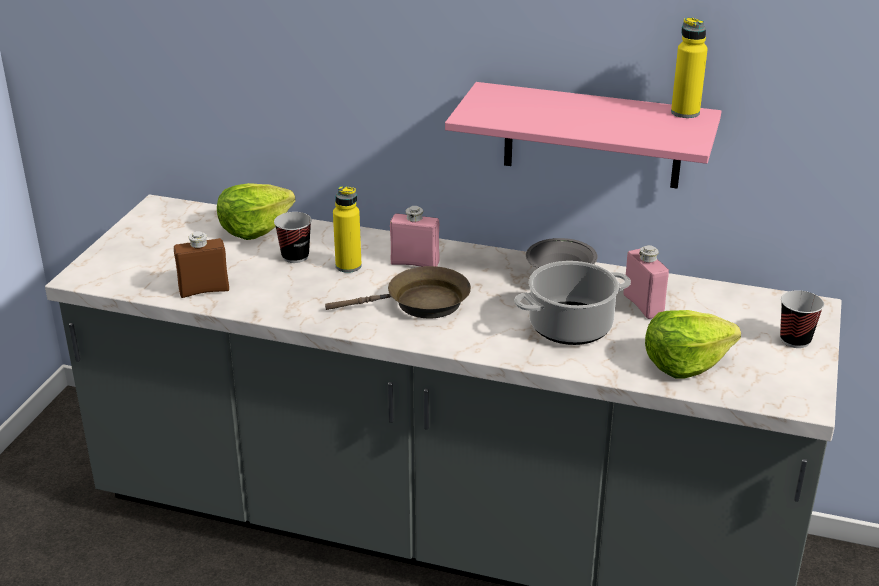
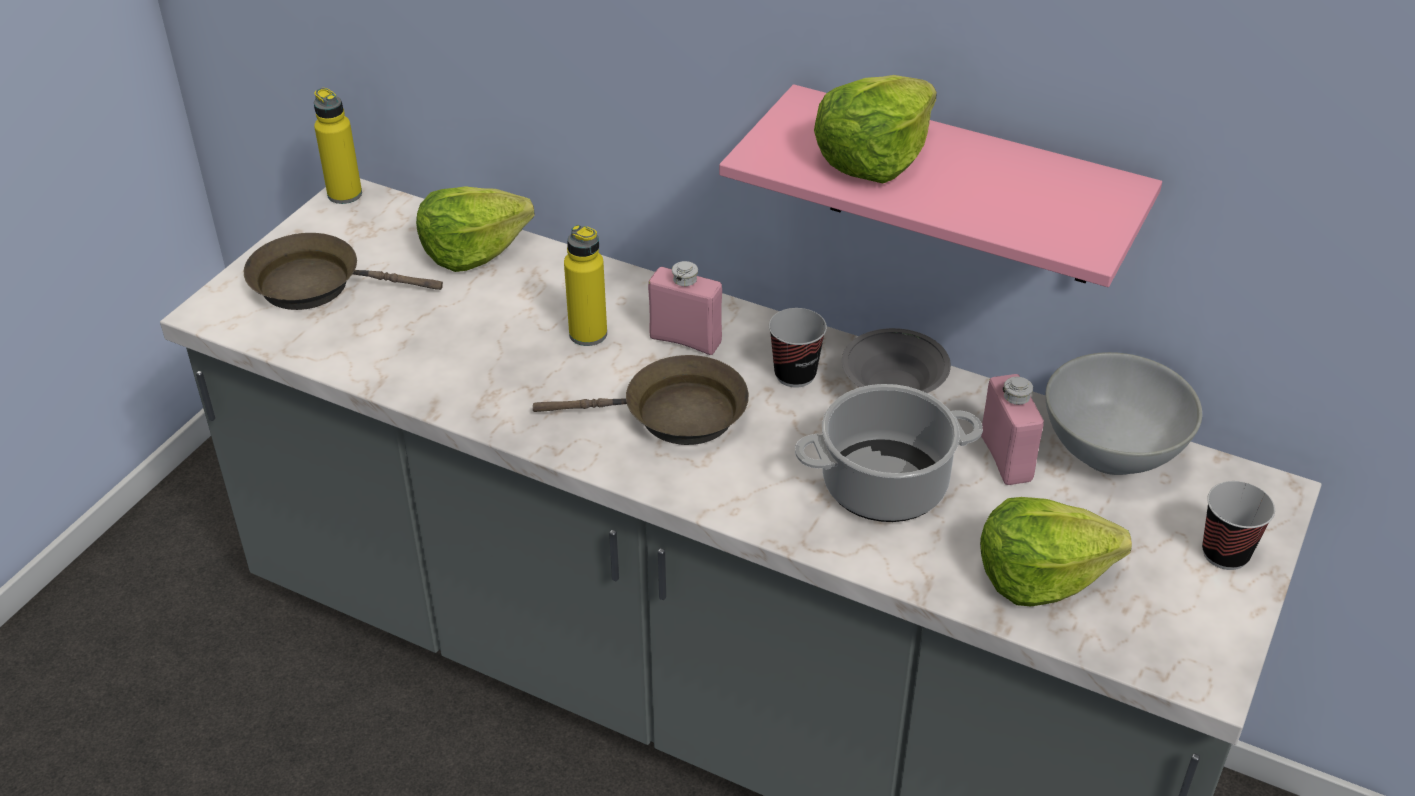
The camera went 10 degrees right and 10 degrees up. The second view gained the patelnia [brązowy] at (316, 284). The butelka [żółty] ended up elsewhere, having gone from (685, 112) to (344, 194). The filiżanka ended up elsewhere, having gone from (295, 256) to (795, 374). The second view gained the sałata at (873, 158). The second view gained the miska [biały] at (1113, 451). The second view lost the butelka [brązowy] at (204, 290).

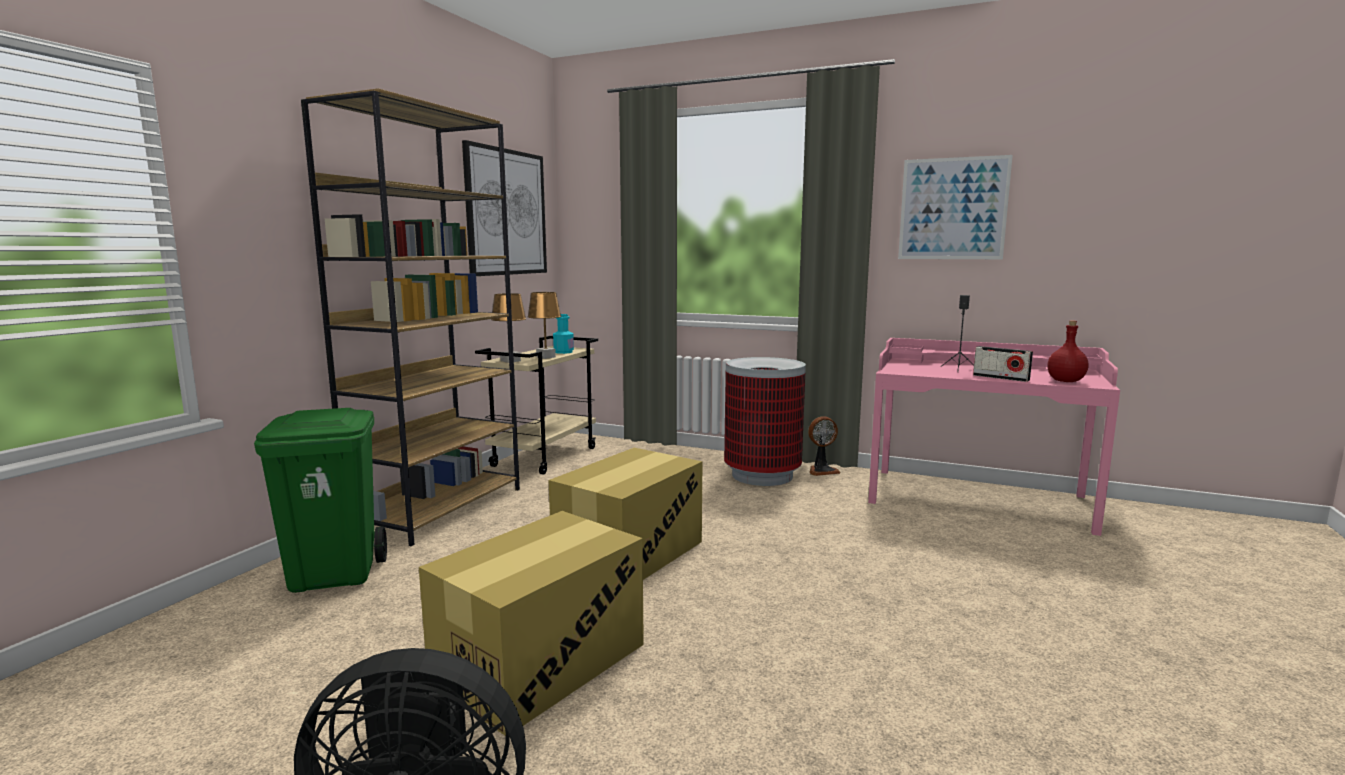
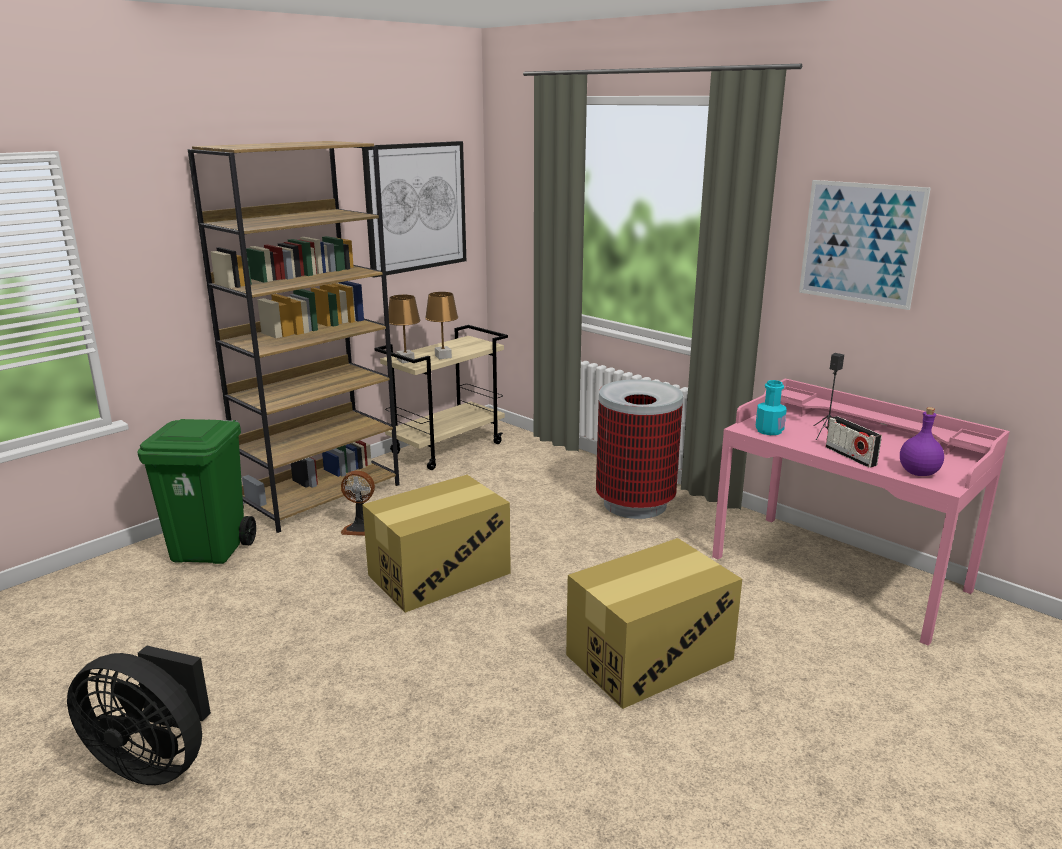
The camera went 20 degrees right and 10 degrees up. The wentylator ended up elsewhere, having gone from (821, 470) to (360, 528). The karton ended up elsewhere, having gone from (541, 662) to (650, 657). The butelka [turkusowy] ended up elsewhere, having gone from (563, 352) to (769, 430). What was the butelka [czerwony] at (1066, 381) turned into the butelka [fioletowy] at (918, 473).

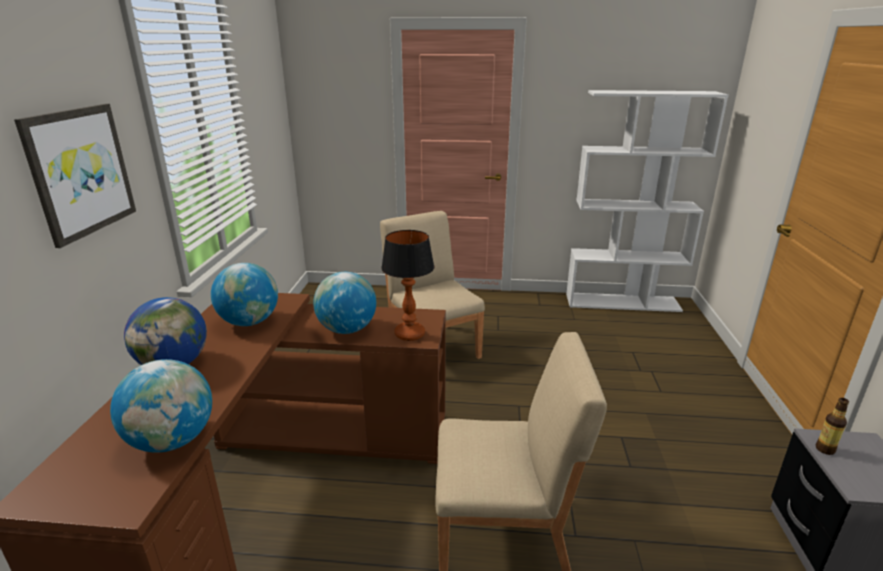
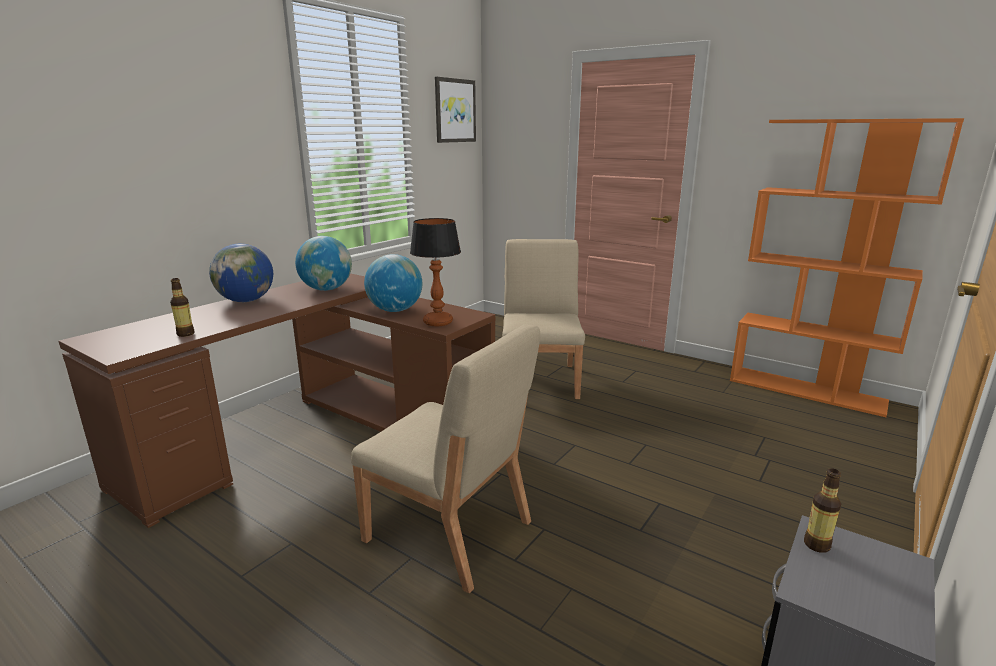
The camera went 30 degrees right and 5 degrees down. Where the globus stood at (173, 440), the butelka came to stand at (185, 334). The obraz ended up elsewhere, having gone from (80, 171) to (454, 110). What was the regał [biały] at (622, 302) turned into the regał [pomarańczowy] at (806, 390).

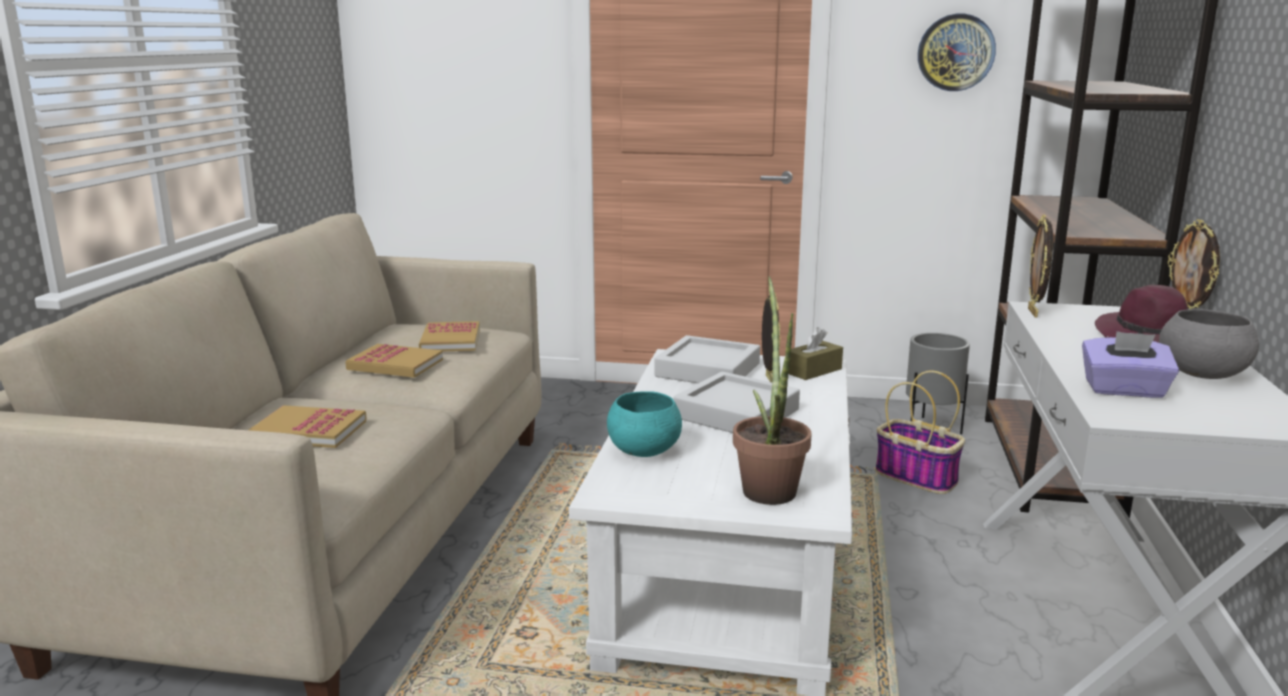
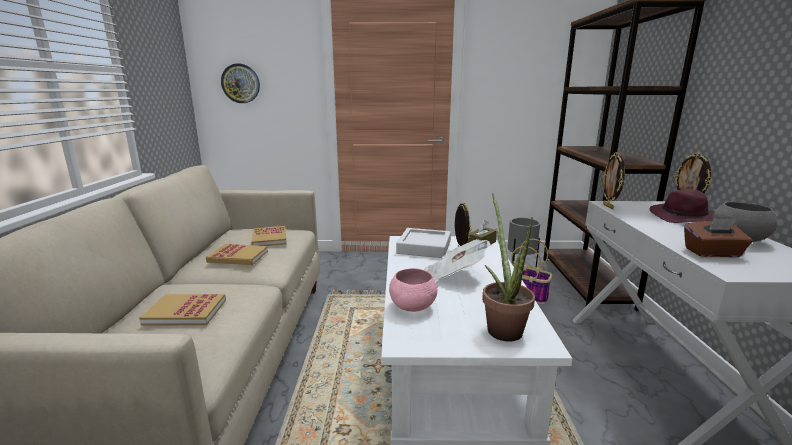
The camera went 10 degrees left and 0 degrees up. The zegar ścienny ended up elsewhere, having gone from (956, 52) to (240, 83). What was the miska [turkusowy] at (643, 451) turned into the miska [różowy] at (412, 307). Where the taca [szary] stood at (736, 413), the gazeta came to stand at (454, 275). What was the pudełko chusteczek [fioletowy] at (1124, 390) turned into the pudełko chusteczek [brązowy] at (712, 253).

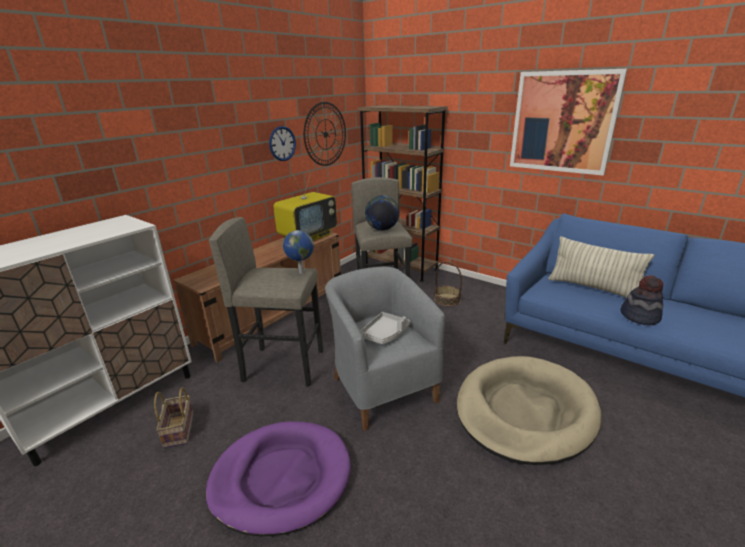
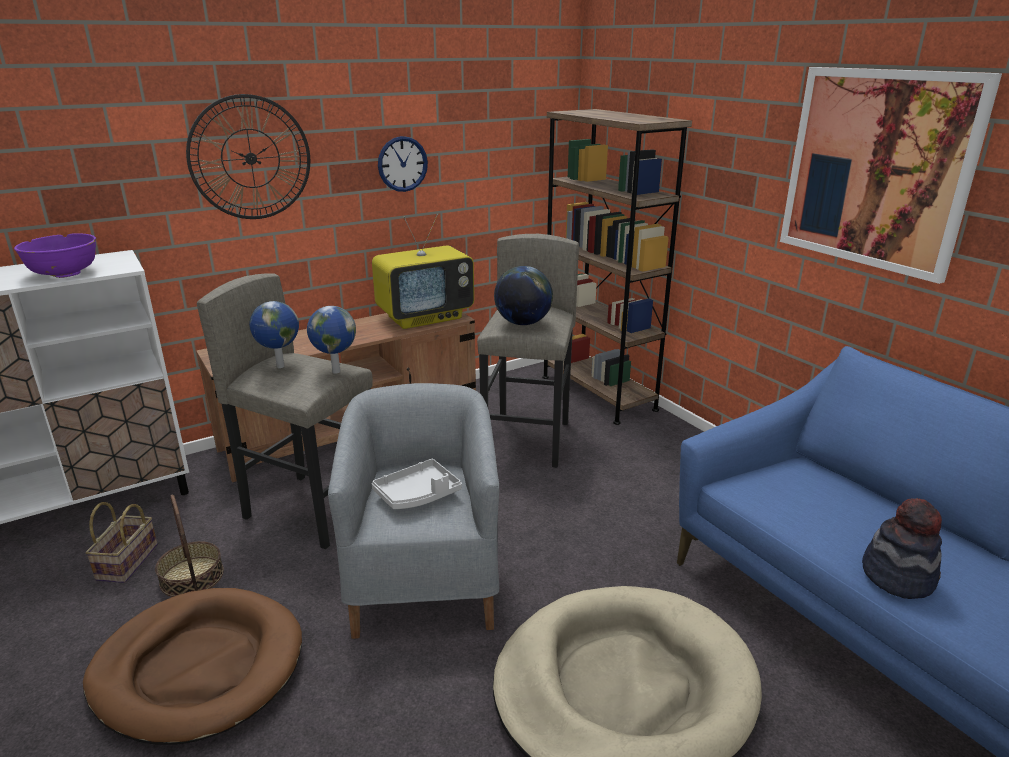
The camera went 20 degrees right and 0 degrees up. The second view gained the miska [fioletowy] at (64, 273). What was the legowisko [fioletowy] at (281, 478) turned into the legowisko [brązowy] at (199, 668). The koszyk ended up elsewhere, having gone from (447, 299) to (192, 577). The zegar ścienny ended up elsewhere, having gone from (325, 134) to (250, 158). The second view gained the globus at (279, 366). The second view lost the poduszka at (593, 288).

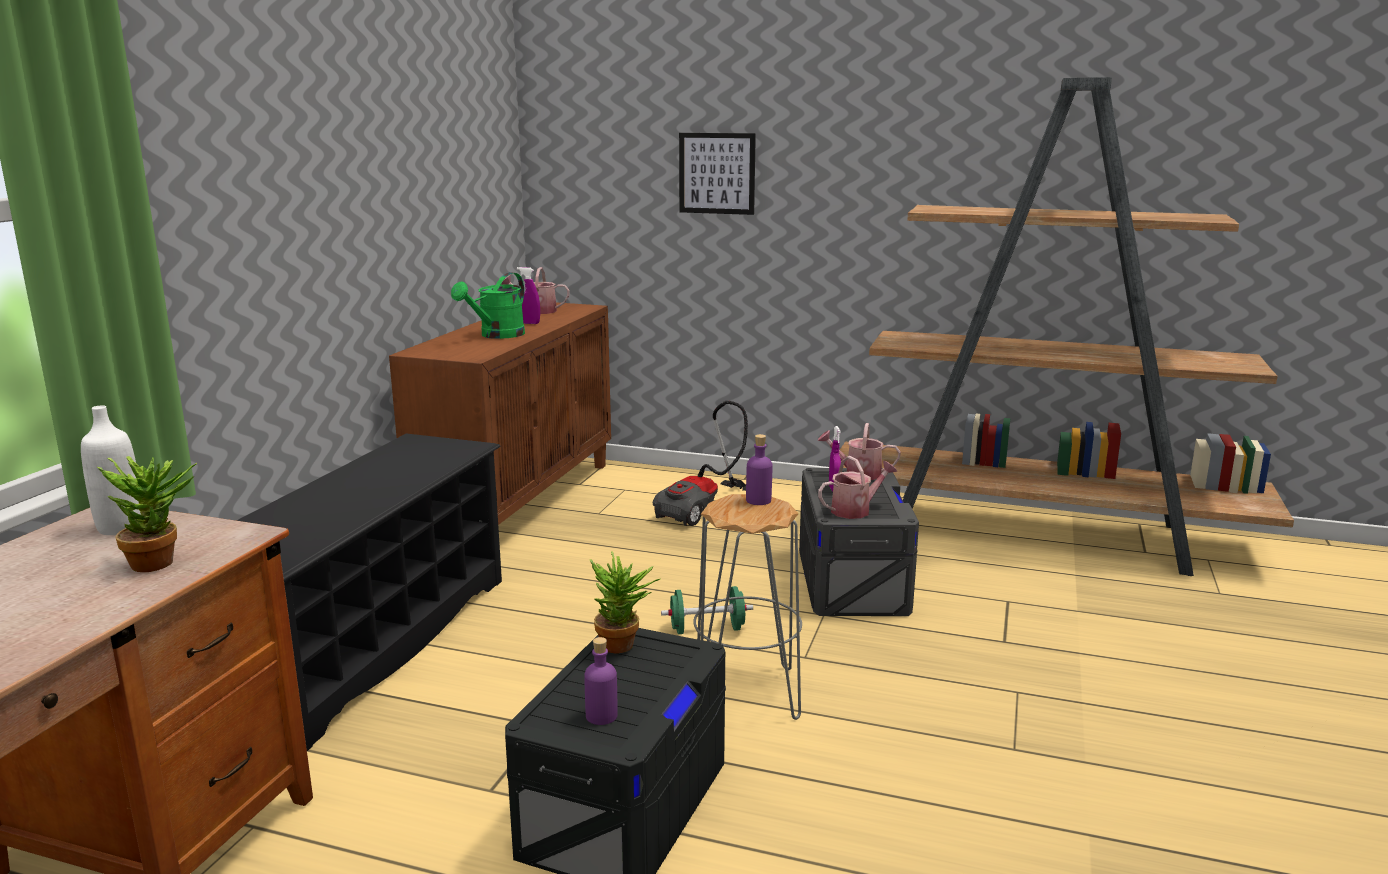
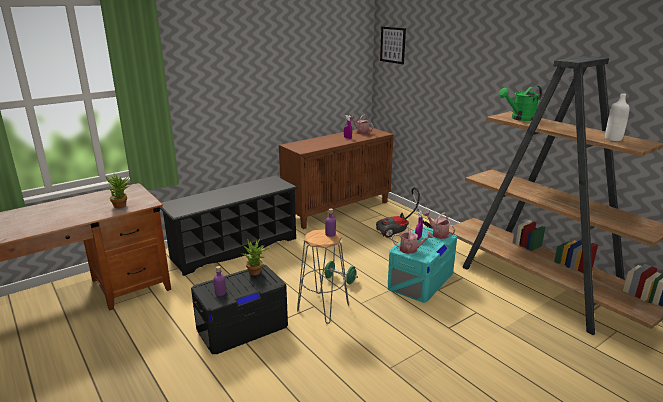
The camera went 35 degrees right and 5 degrees up. The obraz ended up elsewhere, having gone from (717, 173) to (393, 45). What was the pojemnik do przechowywania [szary] at (852, 580) turned into the pojemnik do przechowywania [turkusowy] at (421, 280). The konewka [zielony] ended up elsewhere, having gone from (497, 335) to (520, 118). The butelka [biały] ended up elsewhere, having gone from (121, 527) to (613, 139).

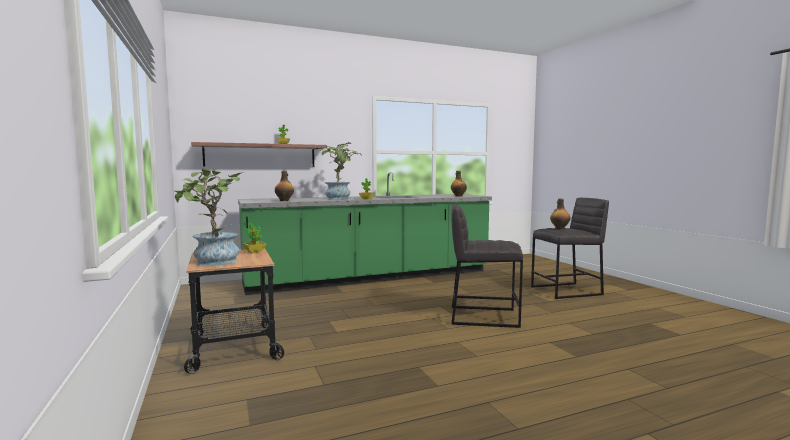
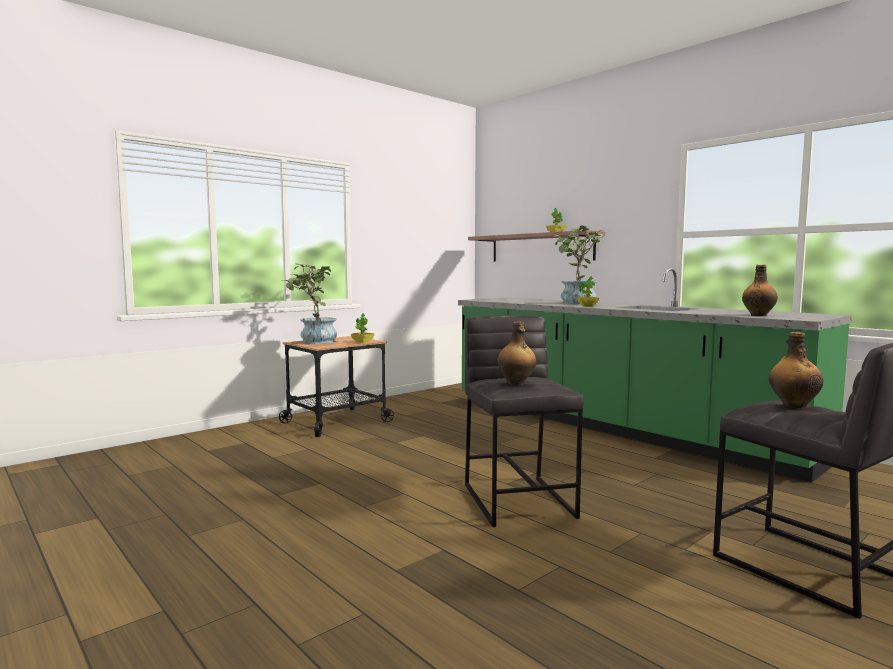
The camera went 70 degrees right and 0 degrees up. The butelka ended up elsewhere, having gone from (284, 200) to (516, 383).

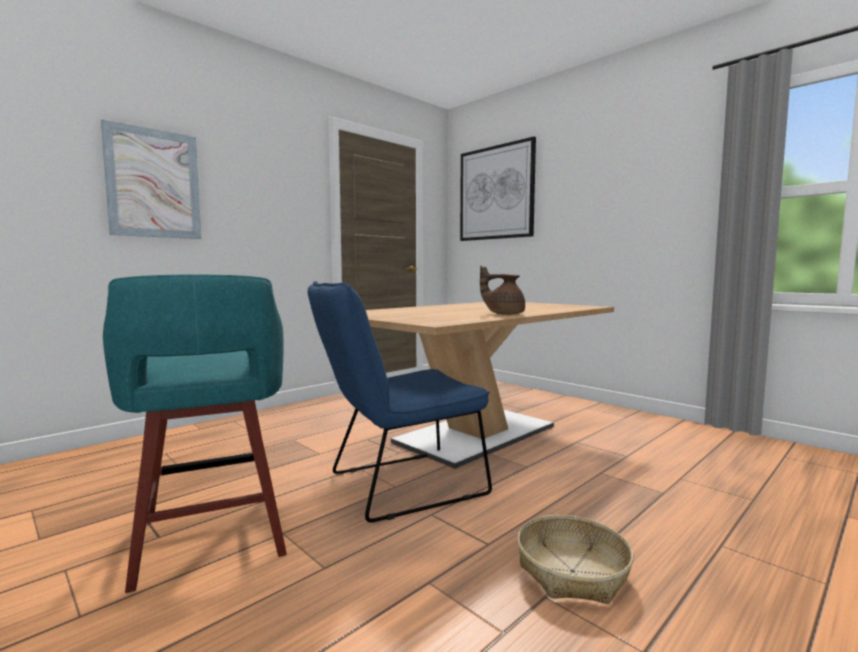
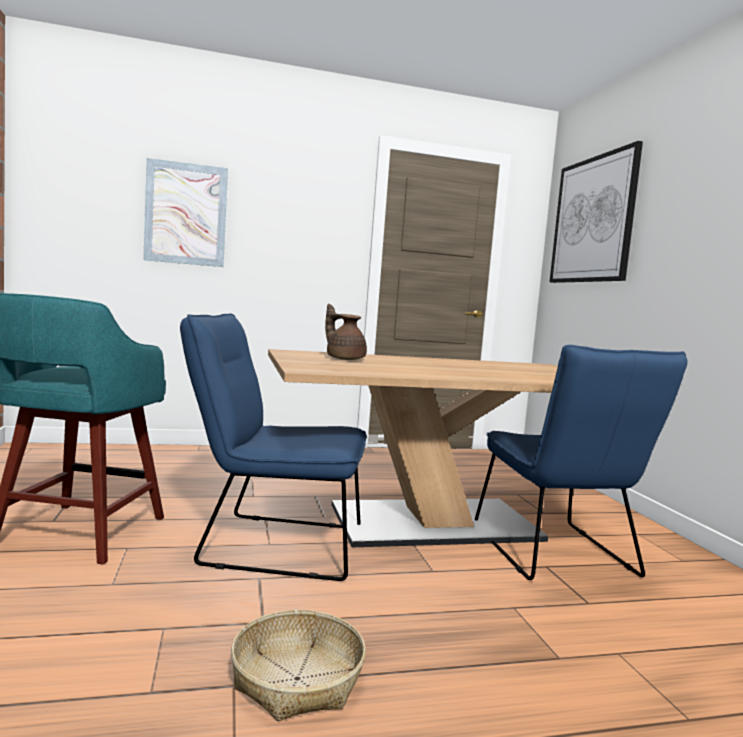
The camera went 30 degrees right and 0 degrees up. The imbryk [brązowy] ended up elsewhere, having gone from (504, 314) to (344, 359). The second view gained the krzesło [niebieski] at (558, 555).

